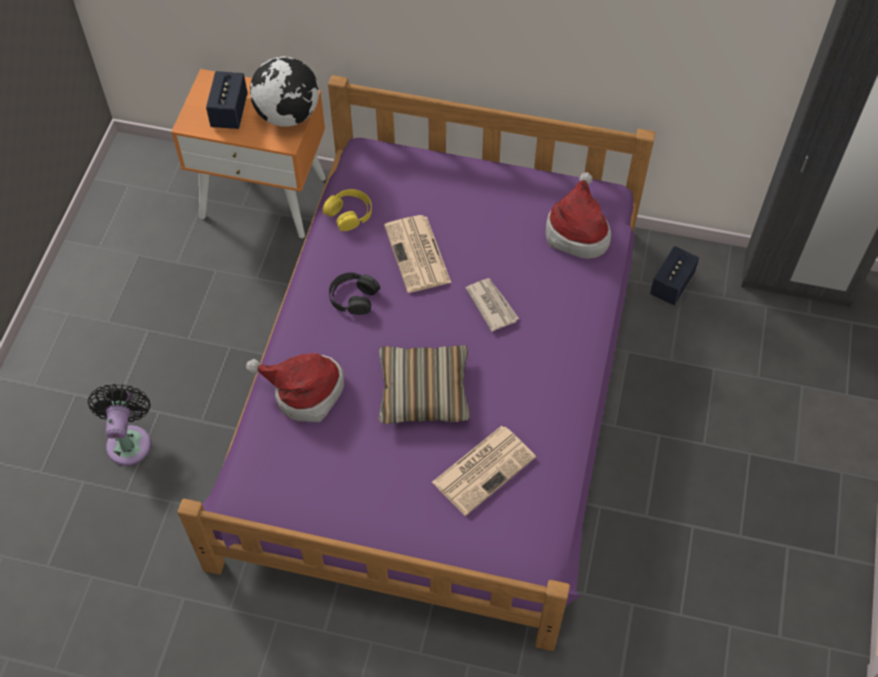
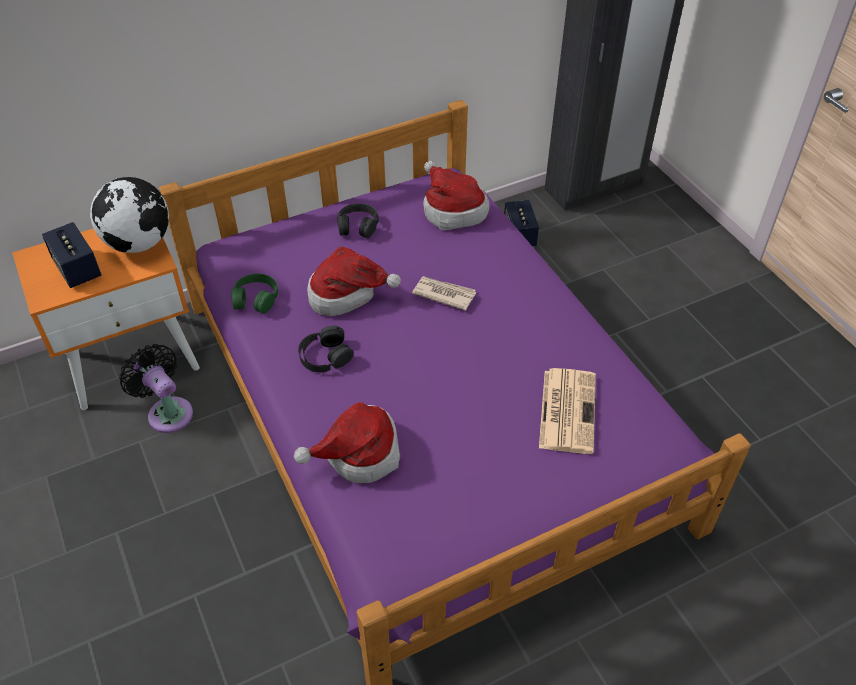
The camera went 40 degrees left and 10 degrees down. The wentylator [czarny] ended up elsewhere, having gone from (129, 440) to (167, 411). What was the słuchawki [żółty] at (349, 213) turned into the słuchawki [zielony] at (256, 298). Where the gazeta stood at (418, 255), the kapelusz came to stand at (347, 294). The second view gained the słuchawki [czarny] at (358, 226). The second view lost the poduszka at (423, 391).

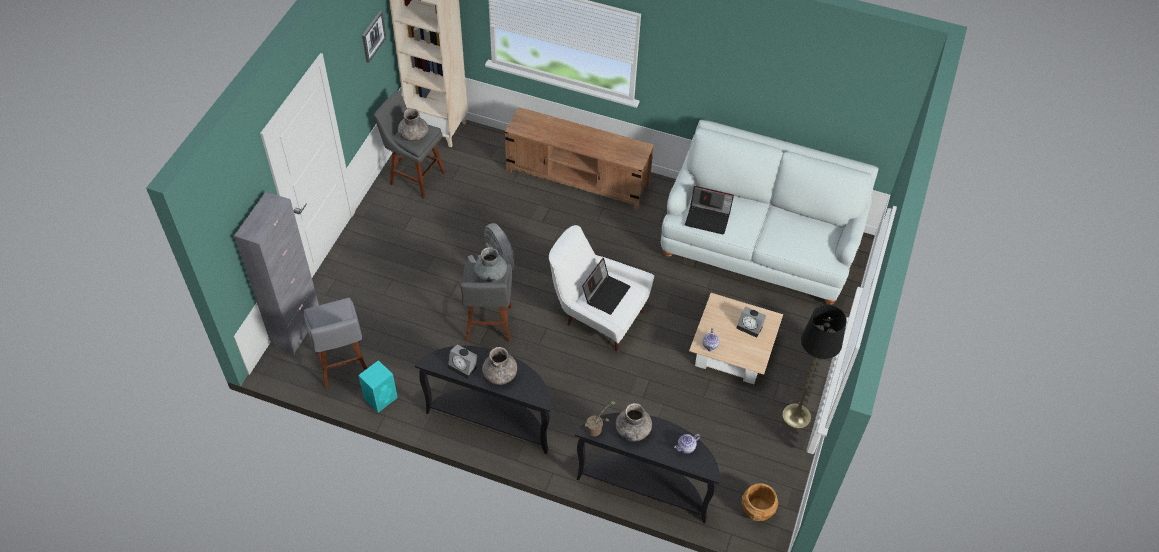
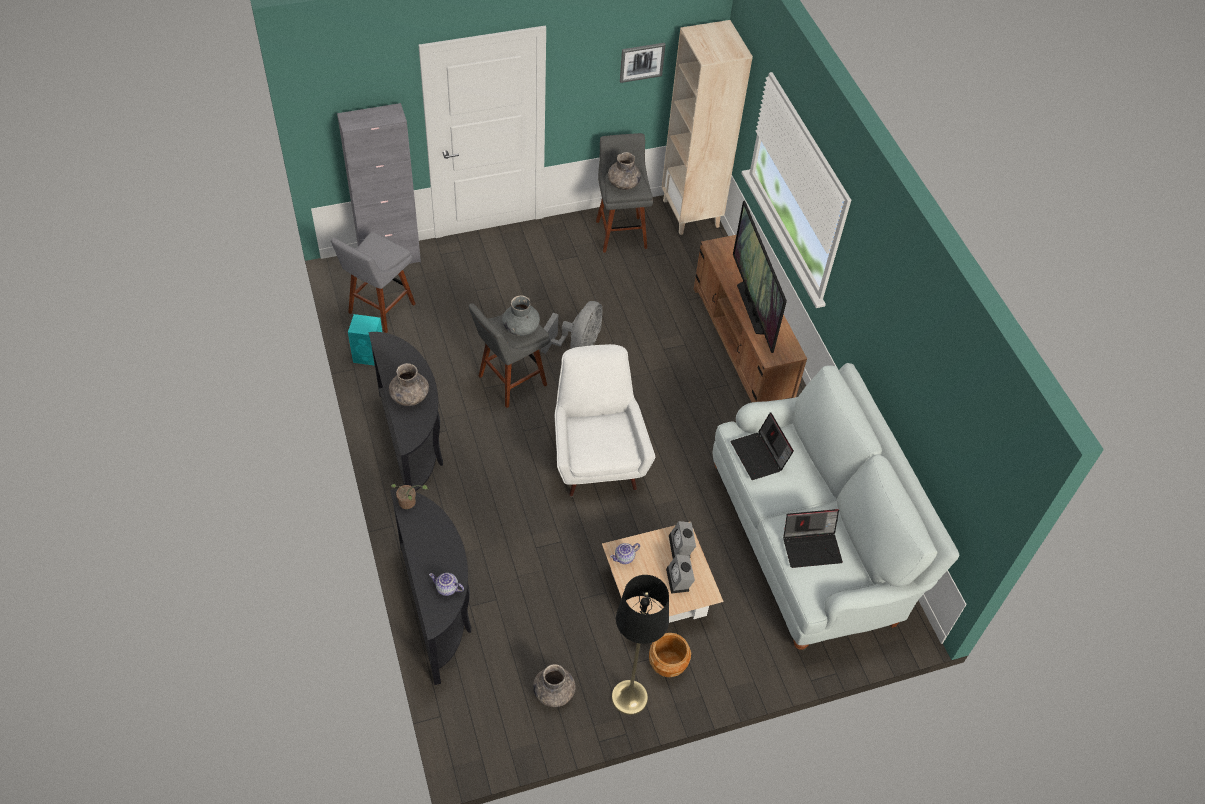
The camera went 50 degrees right and 0 degrees up. The wazon [szary] ended up elsewhere, having gone from (632, 430) to (554, 692). The donica [brązowy] ended up elsewhere, having gone from (757, 510) to (667, 664). The budzik ended up elsewhere, having gone from (463, 367) to (681, 547). The second view gained the telewizor at (753, 308). The laptop ended up elsewhere, having gone from (606, 293) to (812, 546).

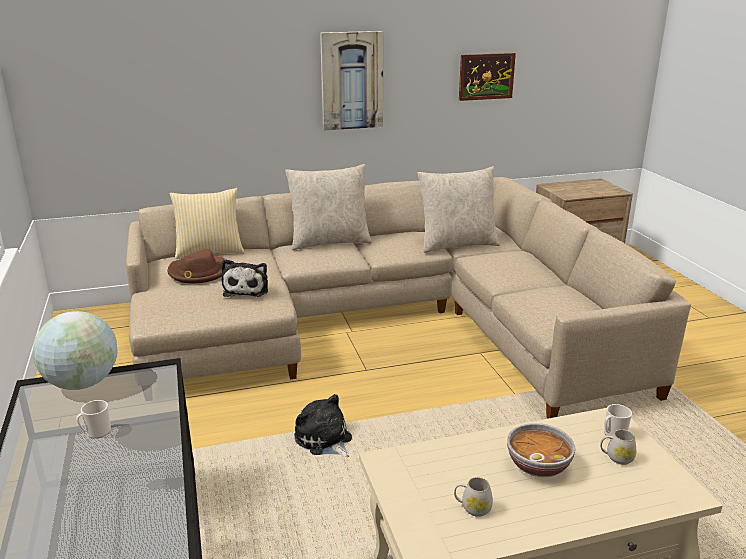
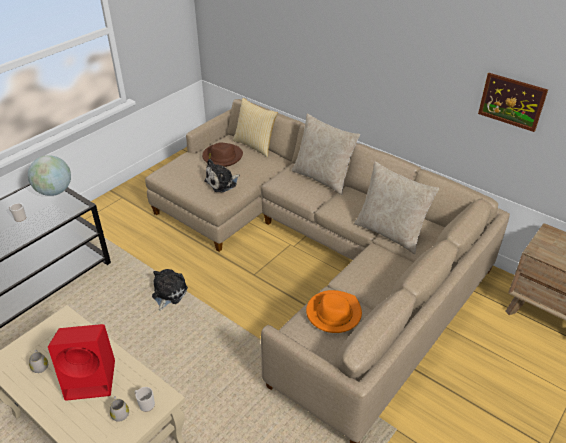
The camera went 55 degrees right and 15 degrees up. Where the miska stood at (538, 465), the głośnik [czerwony] came to stand at (92, 379). The second view gained the kapelusz [pomarańczowy] at (333, 313). The second view lost the obraz at (352, 81).

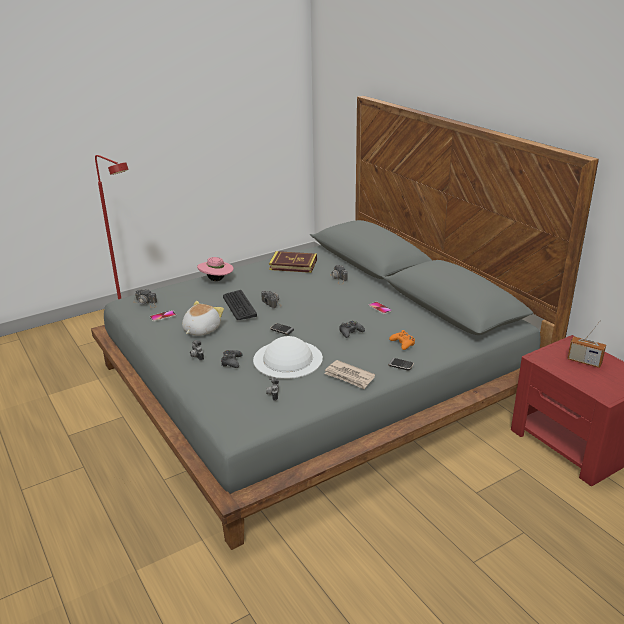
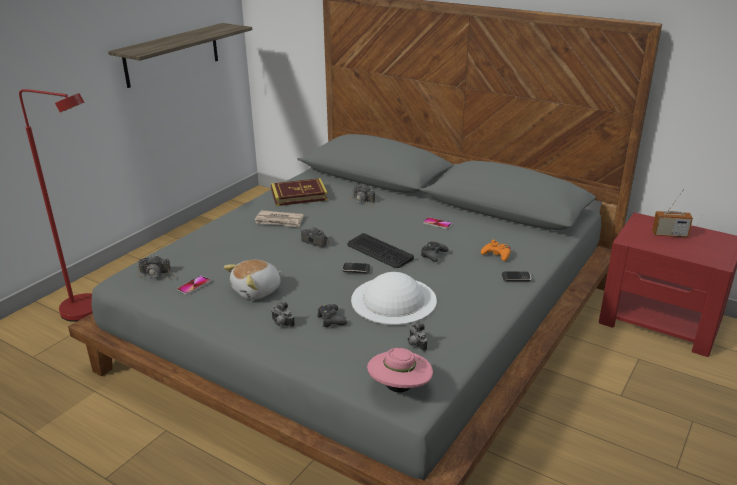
The camera went 25 degrees left and 0 degrees up. The second view gained the półka at (172, 54). The pluszak at (201, 330) ended up facing another way, 135 degrees counterclockwise from before. The gazeta ended up elsewhere, having gone from (349, 376) to (279, 221). The klawiatura ended up elsewhere, having gone from (239, 306) to (379, 252). The kapelusz [różowy] ended up elsewhere, having gone from (216, 280) to (400, 388).

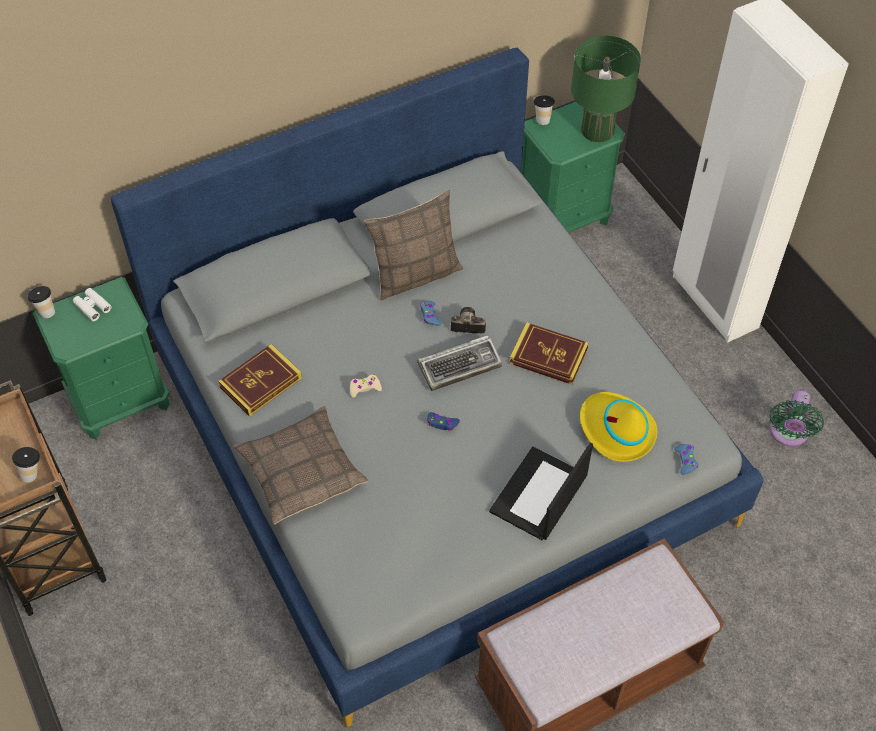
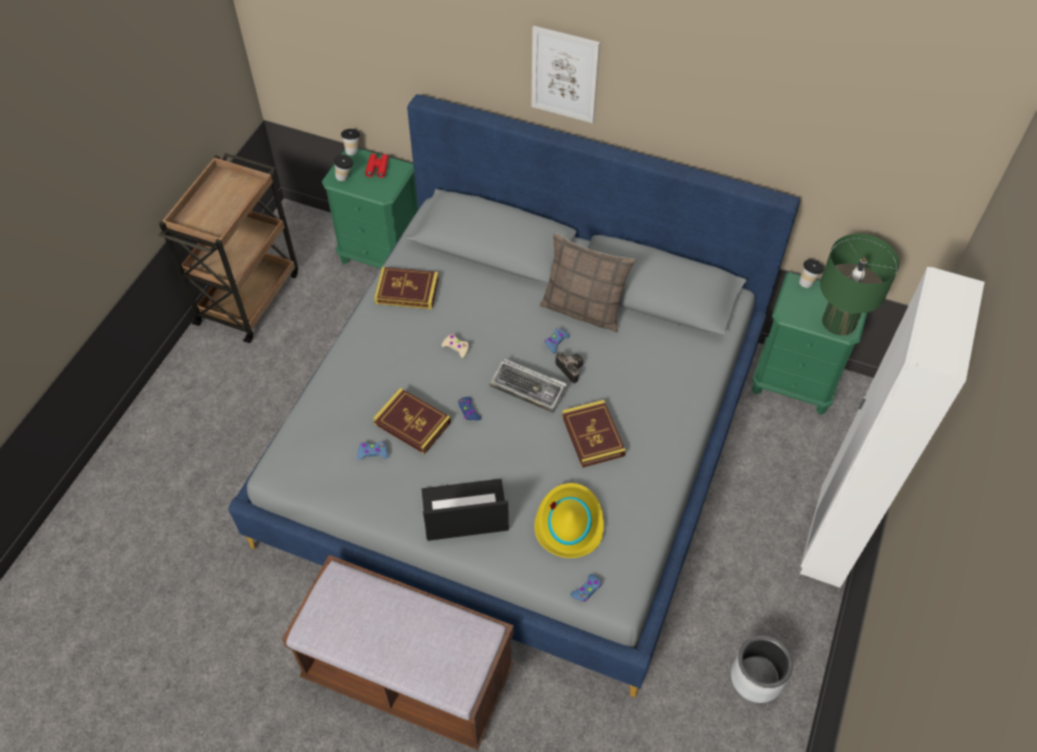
The camera went 50 degrees right and 0 degrees up. The filiżanka ended up elsewhere, having gone from (33, 473) to (345, 177). The second view gained the pad do gier [niebieski] at (372, 453). What was the lornetka [biały] at (92, 307) turned into the lornetka [czerwony] at (377, 168). The second view gained the książka at (412, 423). The second view gained the obraz at (564, 75). Where the wentylator [zielony] stood at (788, 434), the donica [szary] came to stand at (757, 678). The second view lost the poduszka at (301, 471).

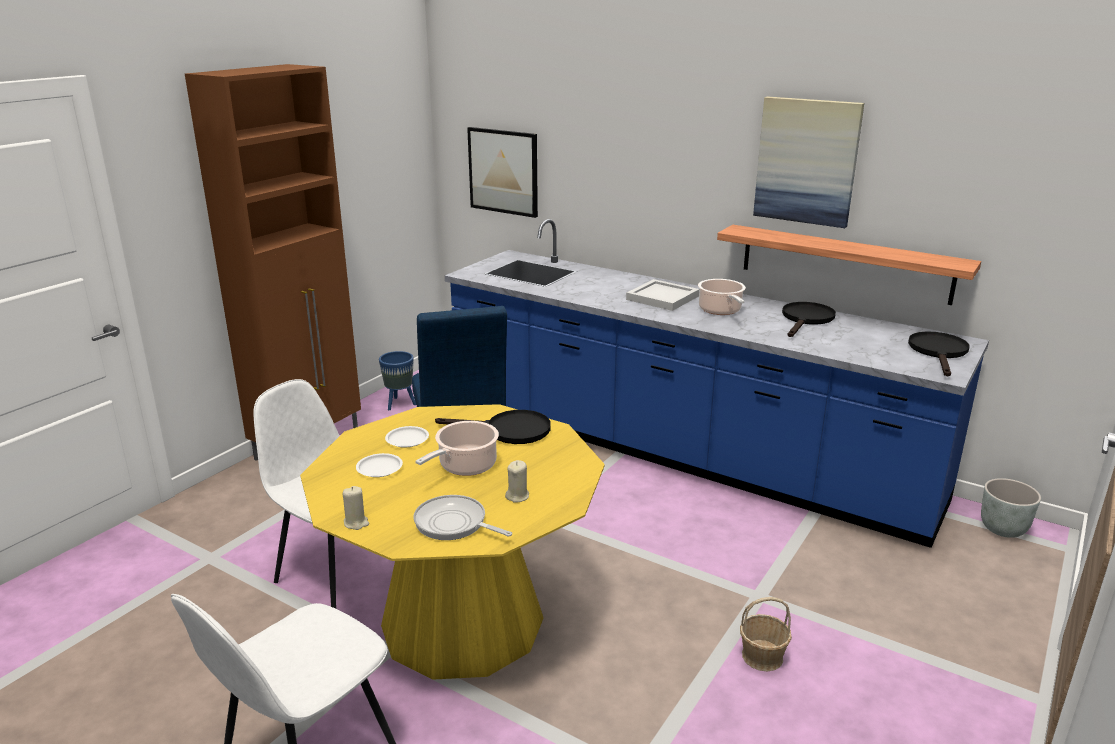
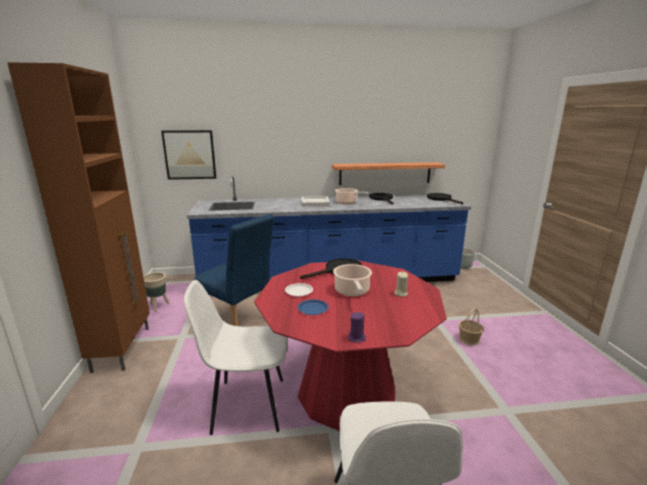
The camera went 40 degrees left and 5 degrees down. What was the donica [niebieski] at (400, 404) turned into the donica [beżowy] at (158, 306). What was the stół jadalny [żółty] at (462, 622) turned into the stół jadalny [czerwony] at (347, 392). What was the talerz [biały] at (379, 468) turned into the talerz [niebieski] at (312, 309). What was the świeca [beżowy] at (356, 523) turned into the świeca [fioletowy] at (357, 338). The second view lost the patelnia at (454, 524). The second view lost the obraz at (807, 161).

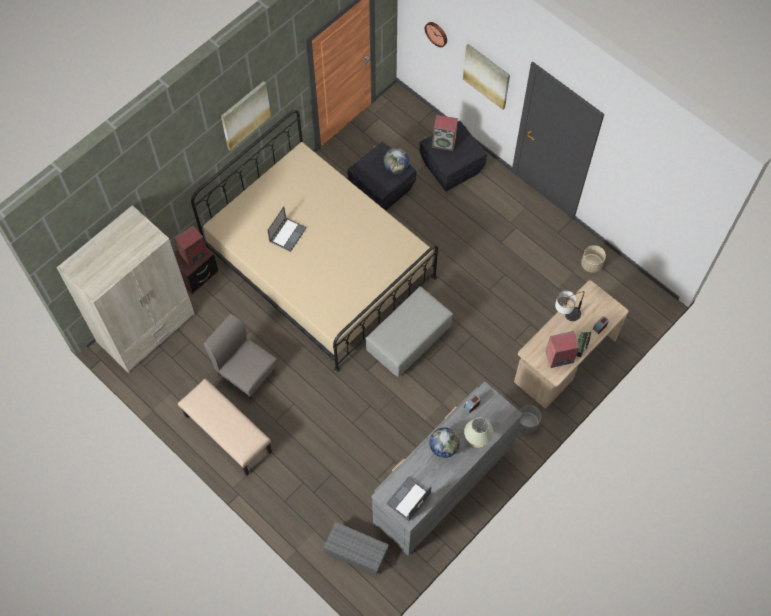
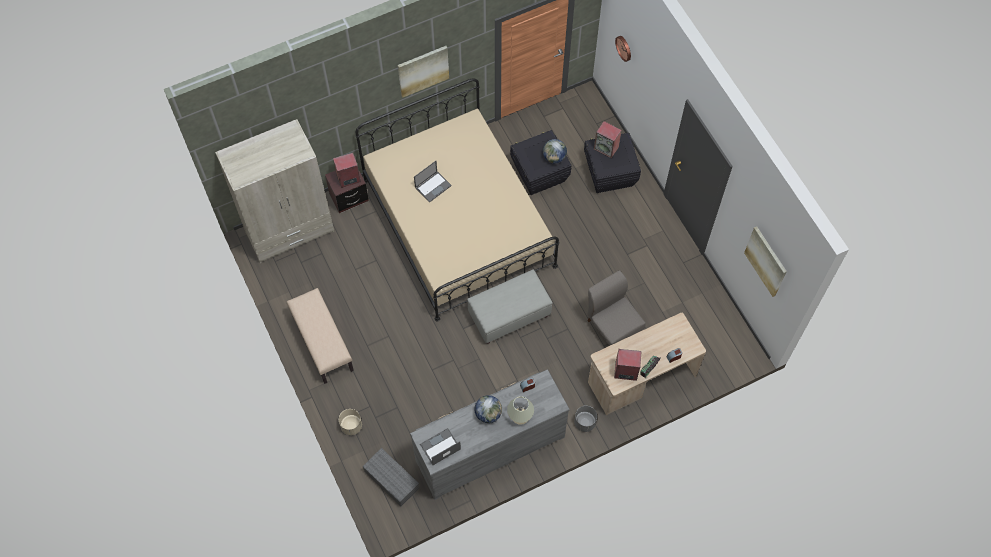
The camera went 20 degrees right and 0 degrees up. The donica [beżowy] ended up elsewhere, having gone from (591, 264) to (351, 426). The krzesło [szary] ended up elsewhere, having gone from (246, 372) to (612, 326). The obraz ended up elsewhere, having gone from (486, 76) to (766, 261). The second view lost the lampa stołowa at (565, 317).

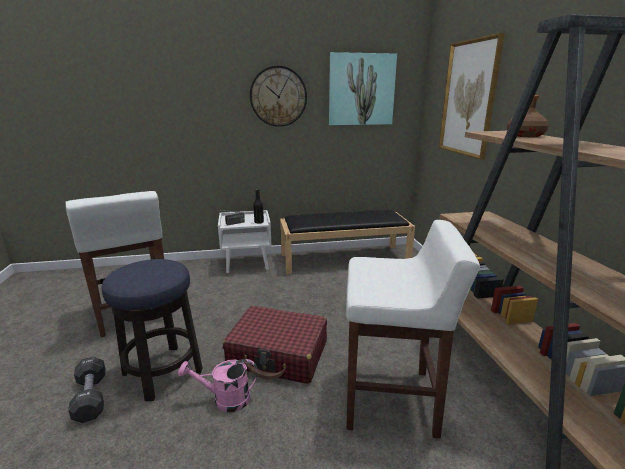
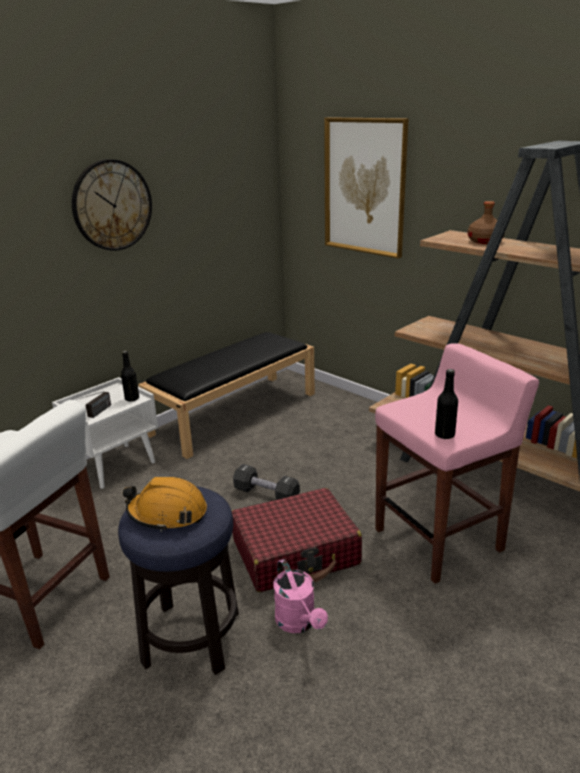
The camera went 35 degrees left and 5 degrees up. The second view gained the kask [pomarańczowy] at (167, 513). The hantel [czarny] ended up elsewhere, having gone from (91, 398) to (266, 494). The konewka [różowy] at (225, 400) ended up facing another way, 75 degrees counterclockwise from before. What was the stołek [biały] at (391, 399) turned into the stołek [różowy] at (440, 539). The second view gained the butelka [czarny] at (444, 435). The second view lost the obraz at (361, 89).

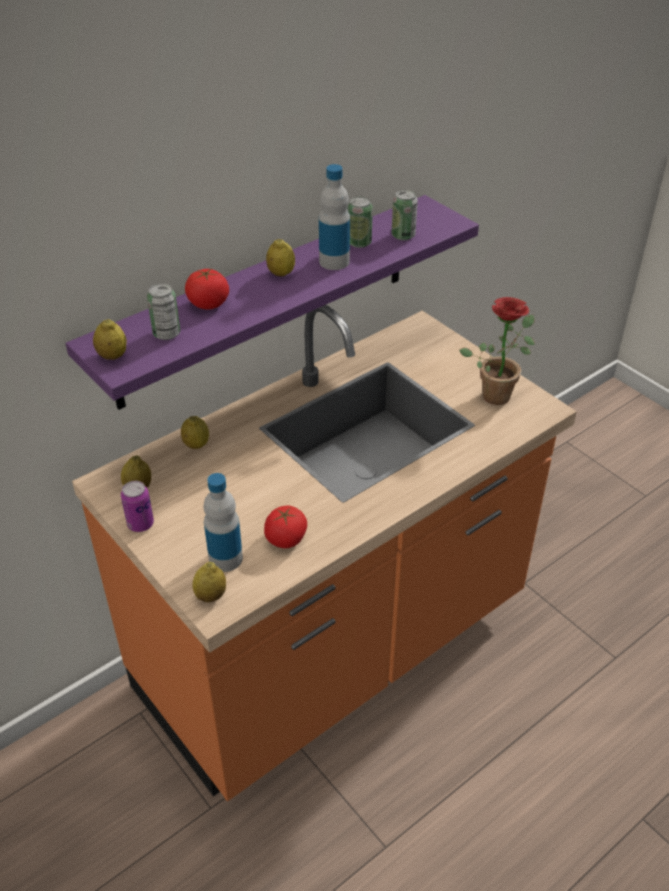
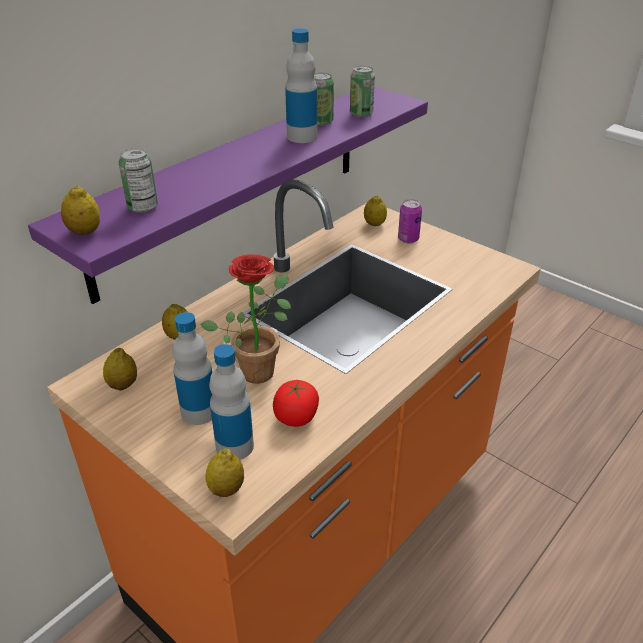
The camera went 10 degrees left and 5 degrees down. The second view gained the butelka at (199, 412). The roślina doniczkowa ended up elsewhere, having gone from (498, 392) to (260, 368). The cytryna ended up elsewhere, having gone from (281, 273) to (374, 224). The puszka ended up elsewhere, having gone from (140, 524) to (408, 239). The second view lost the pomidor at (208, 304).

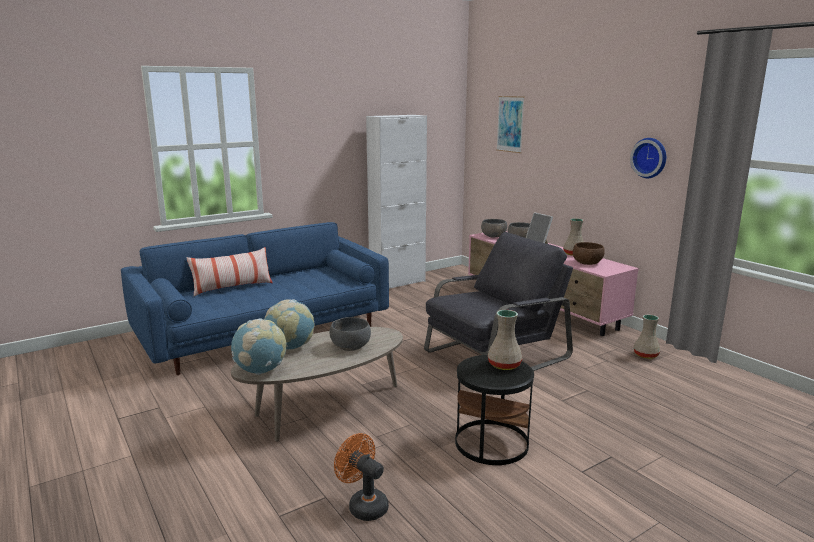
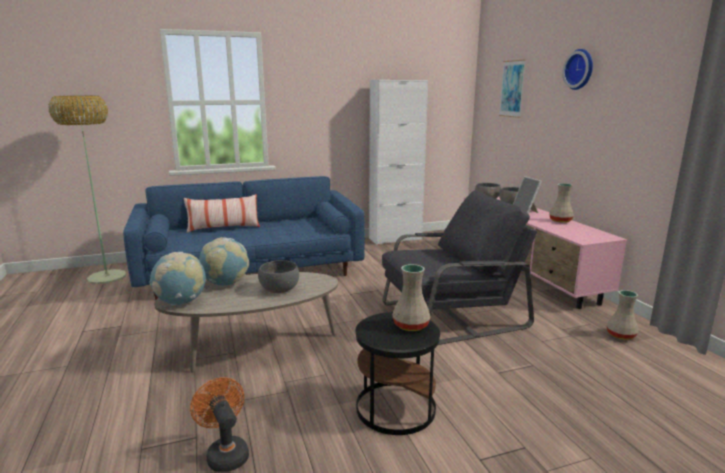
The camera went 15 degrees right and 0 degrees up. The second view gained the lampa stojąca at (107, 277). The zegar ścienny ended up elsewhere, having gone from (650, 157) to (580, 69). The second view lost the miska [brązowy] at (587, 263).

